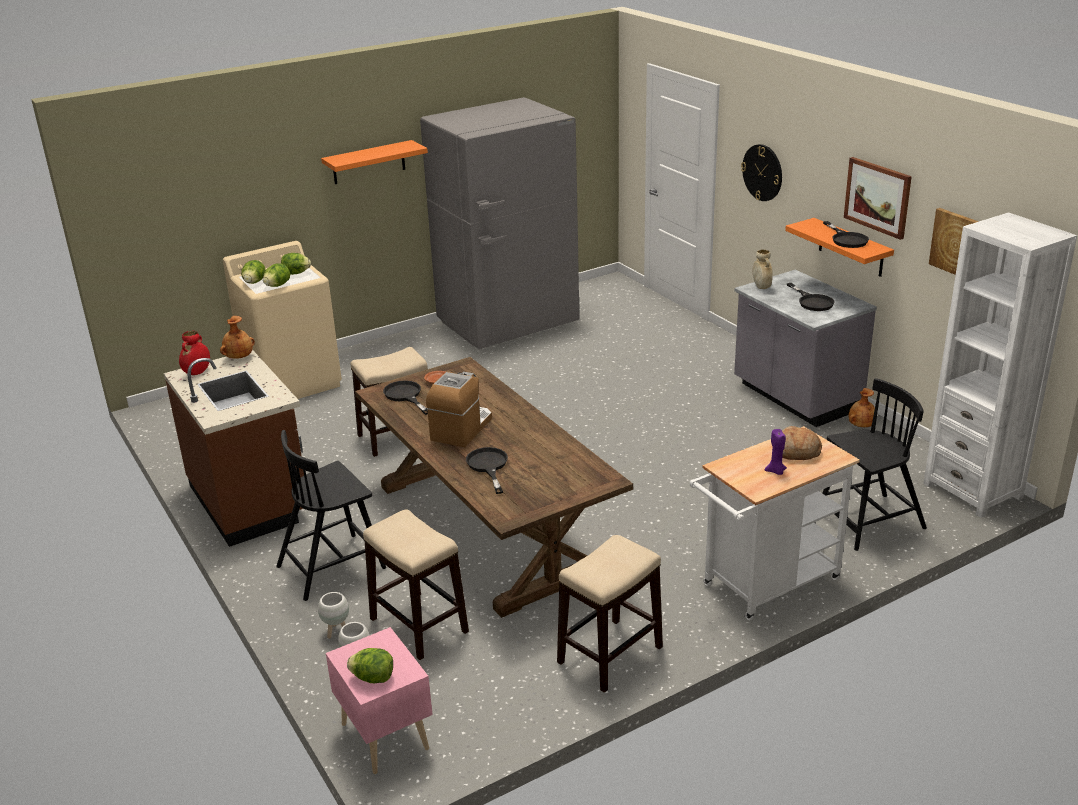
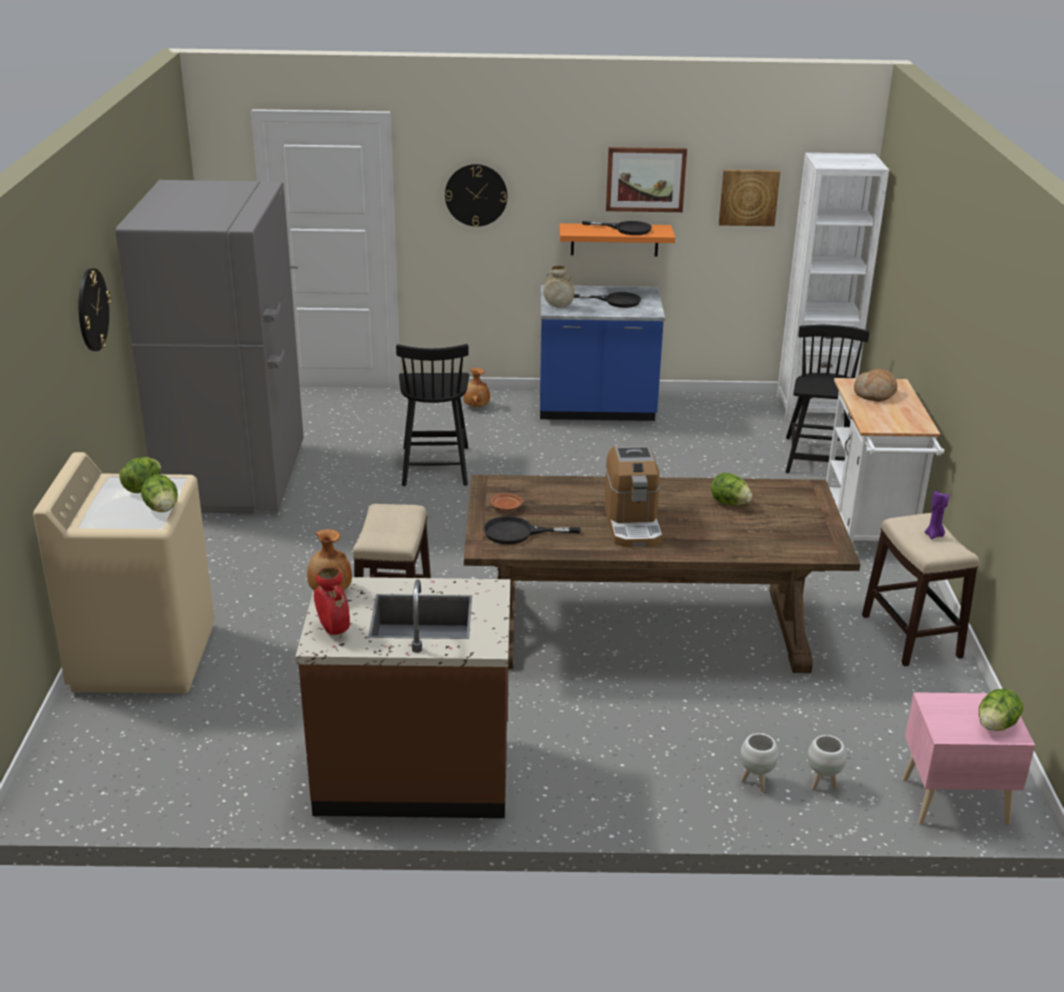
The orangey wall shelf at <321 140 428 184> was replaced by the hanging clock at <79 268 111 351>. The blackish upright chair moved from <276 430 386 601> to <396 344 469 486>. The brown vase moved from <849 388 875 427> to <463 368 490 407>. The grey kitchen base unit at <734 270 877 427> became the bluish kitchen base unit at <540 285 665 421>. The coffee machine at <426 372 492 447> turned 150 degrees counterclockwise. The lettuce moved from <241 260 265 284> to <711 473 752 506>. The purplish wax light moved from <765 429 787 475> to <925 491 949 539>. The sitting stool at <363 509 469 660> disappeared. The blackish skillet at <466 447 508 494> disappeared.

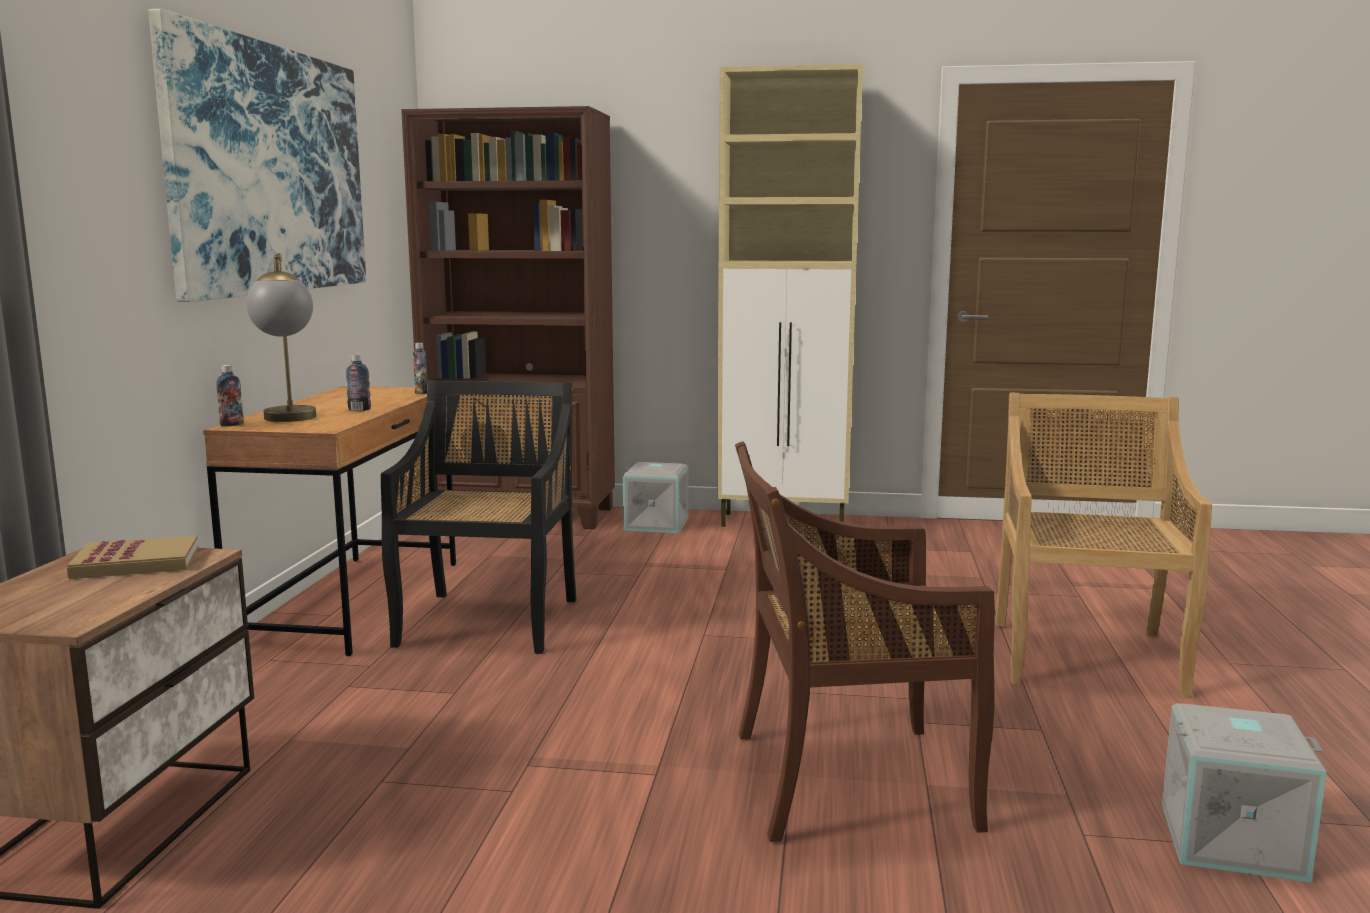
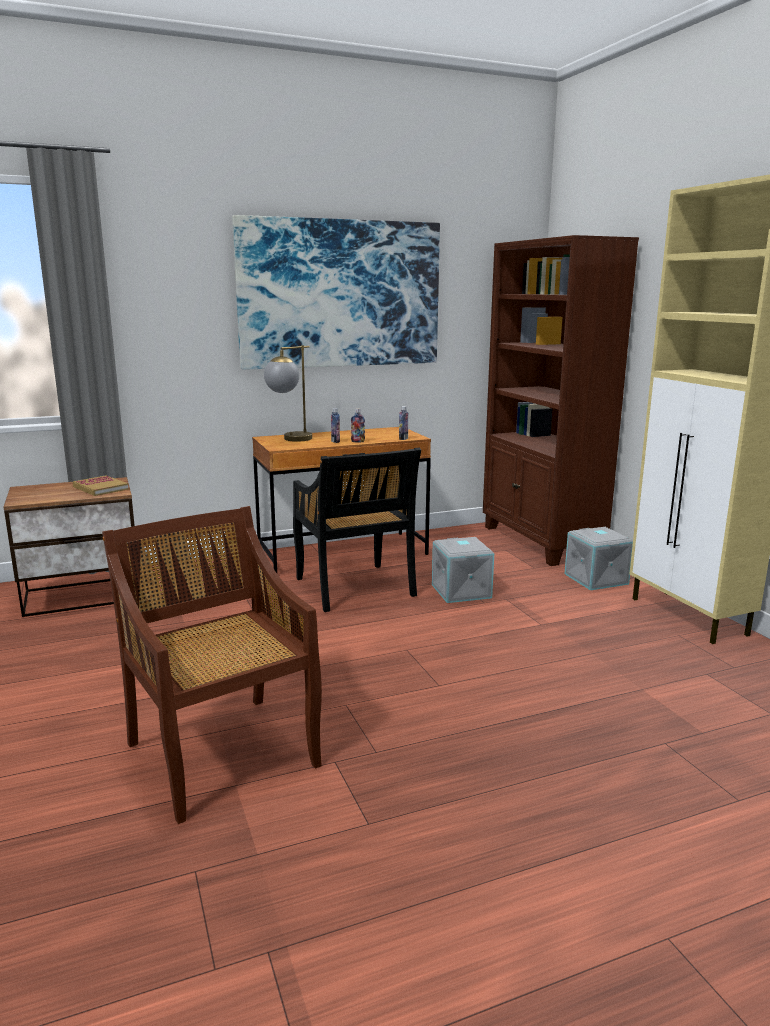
The blackish upright chair at <381 380 577 654> turned 90 degrees clockwise. The drink bottle moved from <216 365 243 427> to <351 408 365 442>. The grey storage bin moved from <1162 703 1327 883> to <432 537 494 603>. The beige-coloured upright chair at <995 393 1212 698> disappeared.

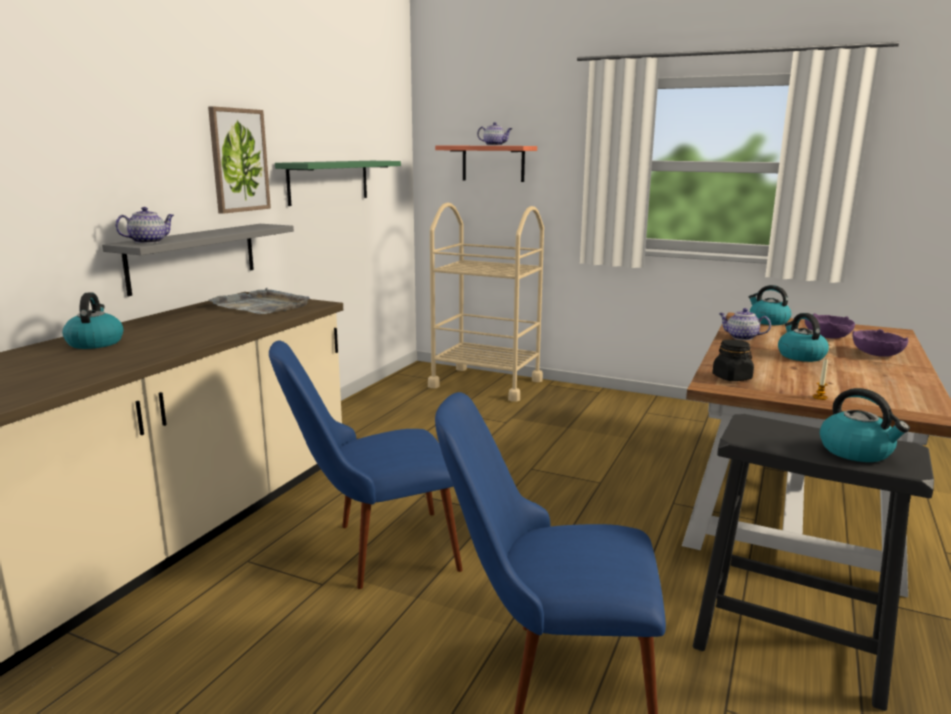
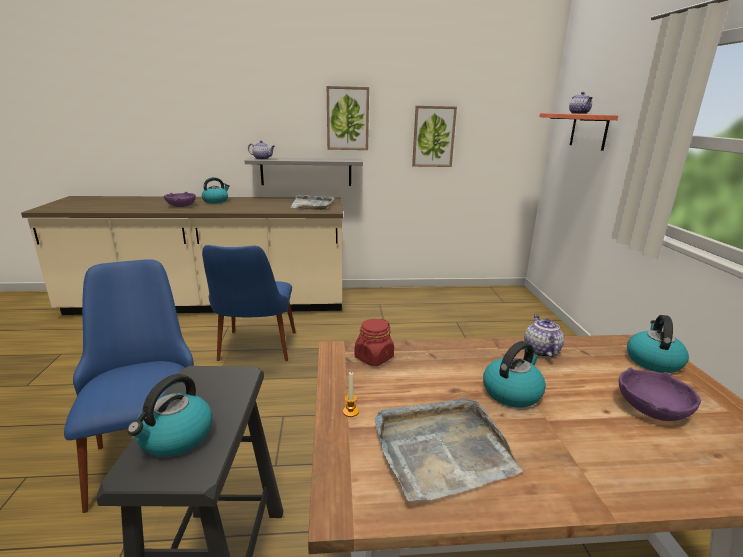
The purplish deep dish moved from <852 329 909 357> to <164 192 196 207>. The bluish upright chair at <269 341 462 589> turned 135 degrees counterclockwise. The blackish jar at <712 340 754 381> became the red-coloured jar at <355 319 394 366>. The grey carrying tray at <374 398 523 501> appeared. The greenish wall shelf at <275 161 401 206> was replaced by the picture at <412 106 457 167>. The beige-coloured cart at <428 202 544 402> disappeared.

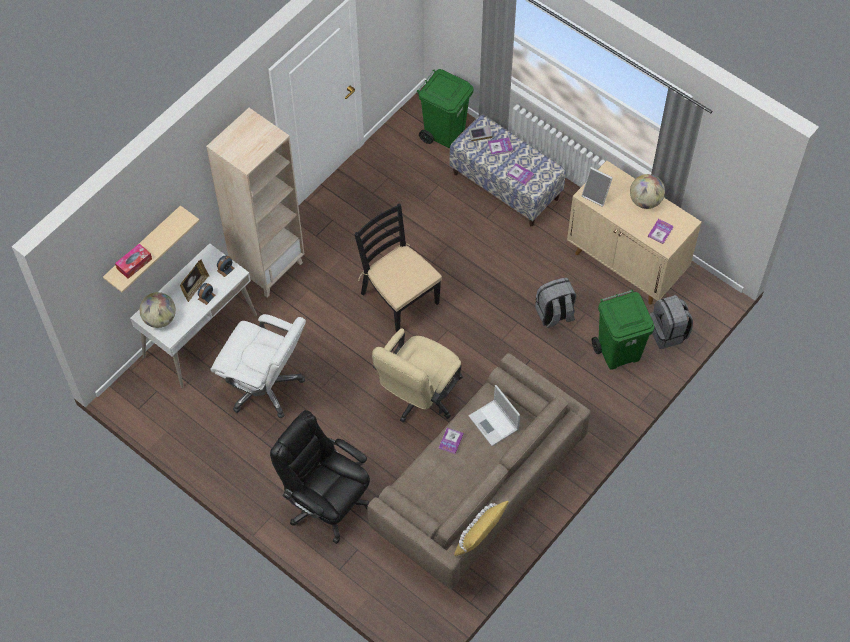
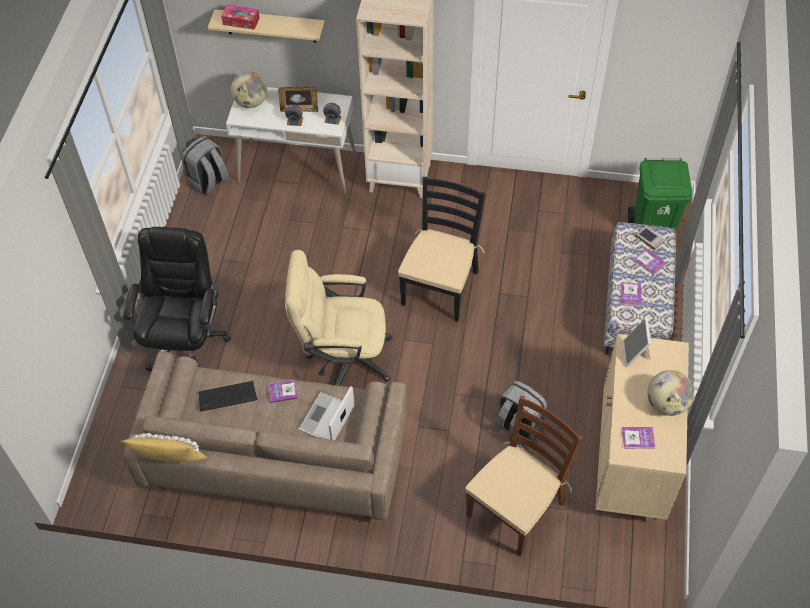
The grey knapsack moved from <650 295 693 349> to <182 136 230 195>. The keyboard at <199 381 257 411> appeared. The greenish trash can at <592 290 655 370> was replaced by the brown upright chair at <465 396 583 557>. The whitish computer chair at <210 314 306 418> disappeared.

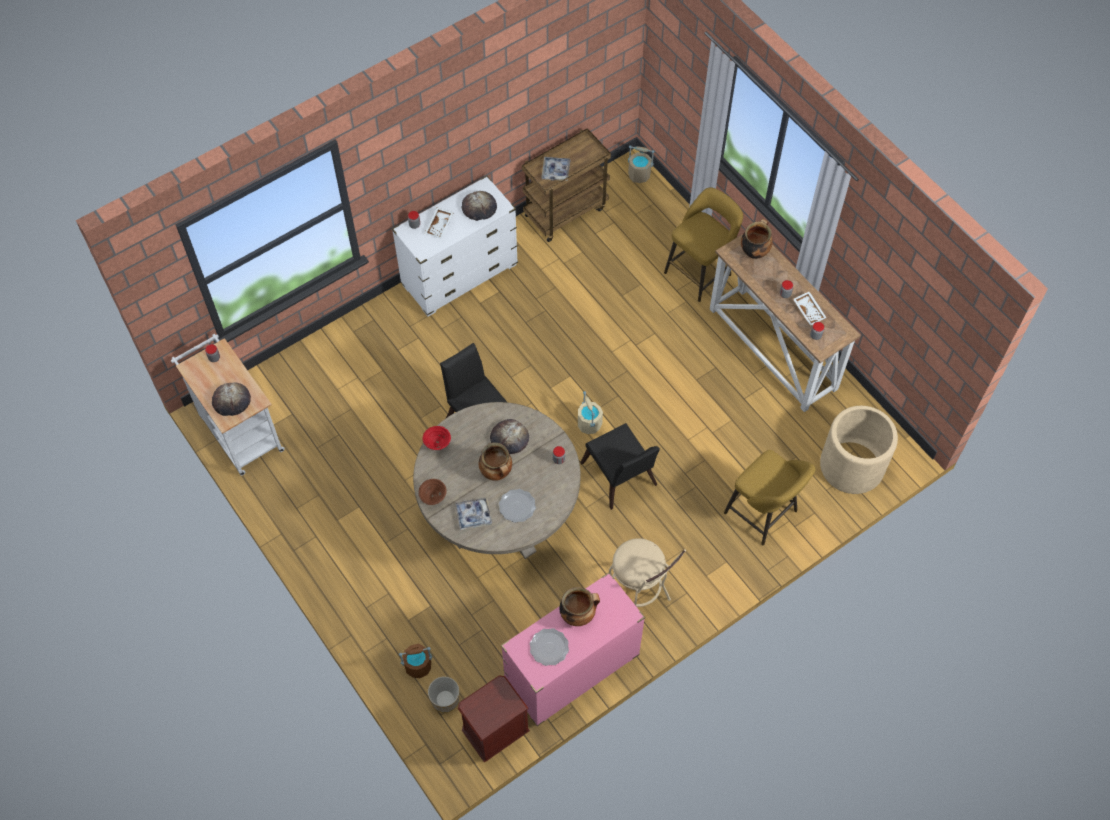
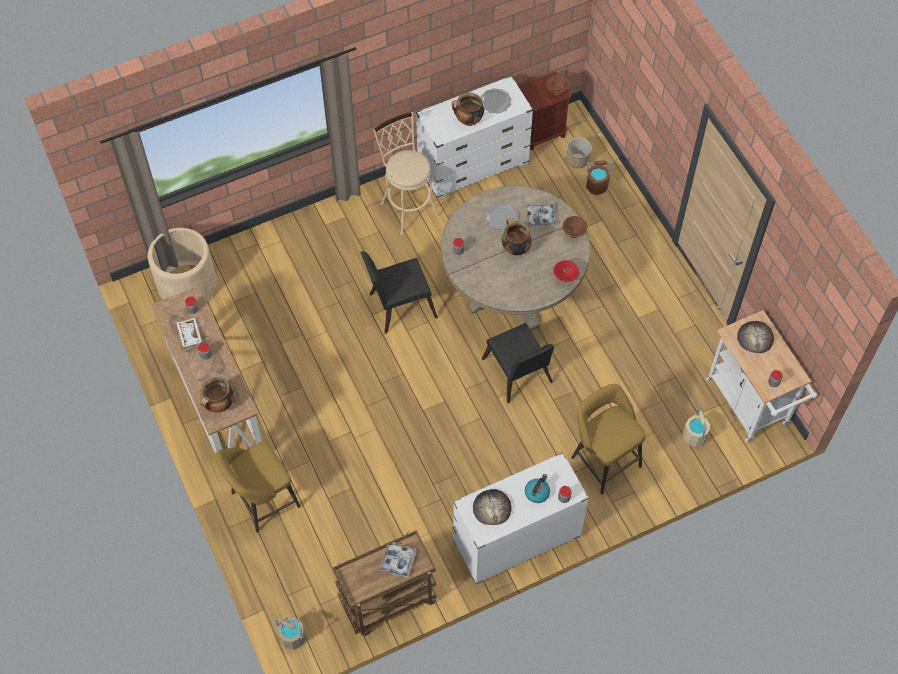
The blackish upright chair at <580 423 660 510> turned 90 degrees counterclockwise. The pink drawer chest at <501 572 645 726> became the whitish drawer chest at <416 75 533 199>. The whitish carrying tray at <424 207 454 239> was replaced by the water kettle at <525 474 550 503>. The brown deep dish at <546 74 569 96> appeared. The yellow-coloured sitting stool moved from <724 450 815 545> to <571 384 646 494>. The beige-coloured pail moved from <578 391 603 434> to <682 405 710 447>. The baked bread at <490 419 529 454> disappeared.

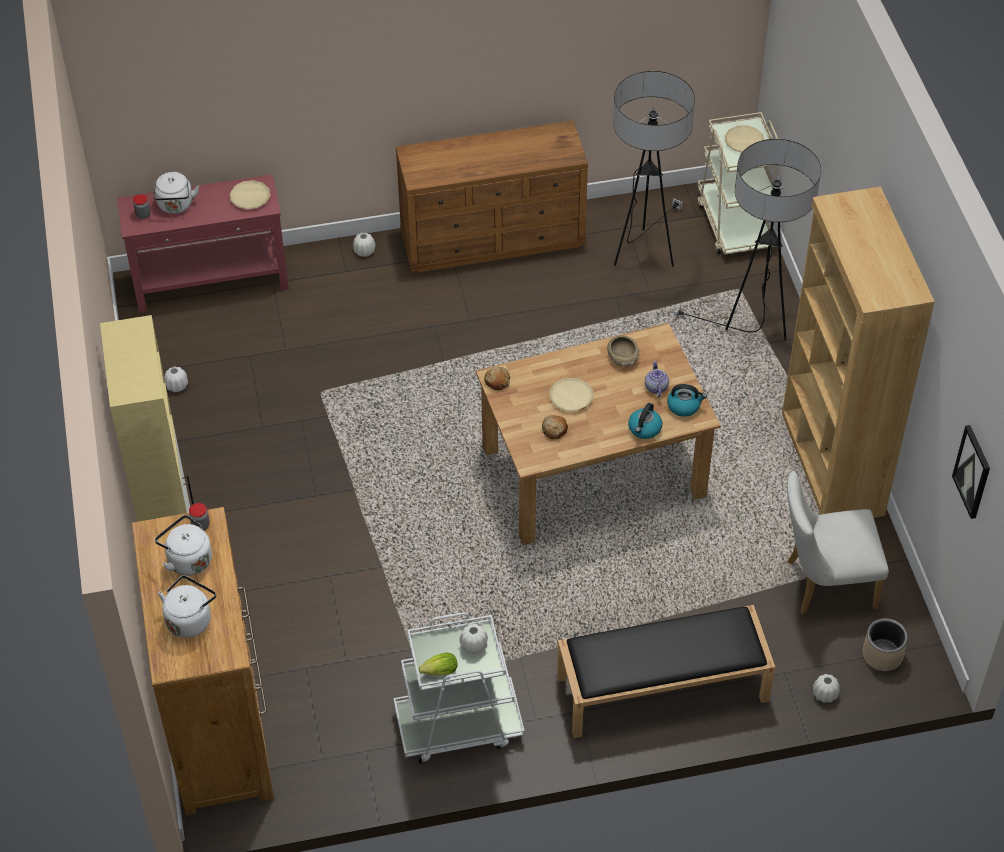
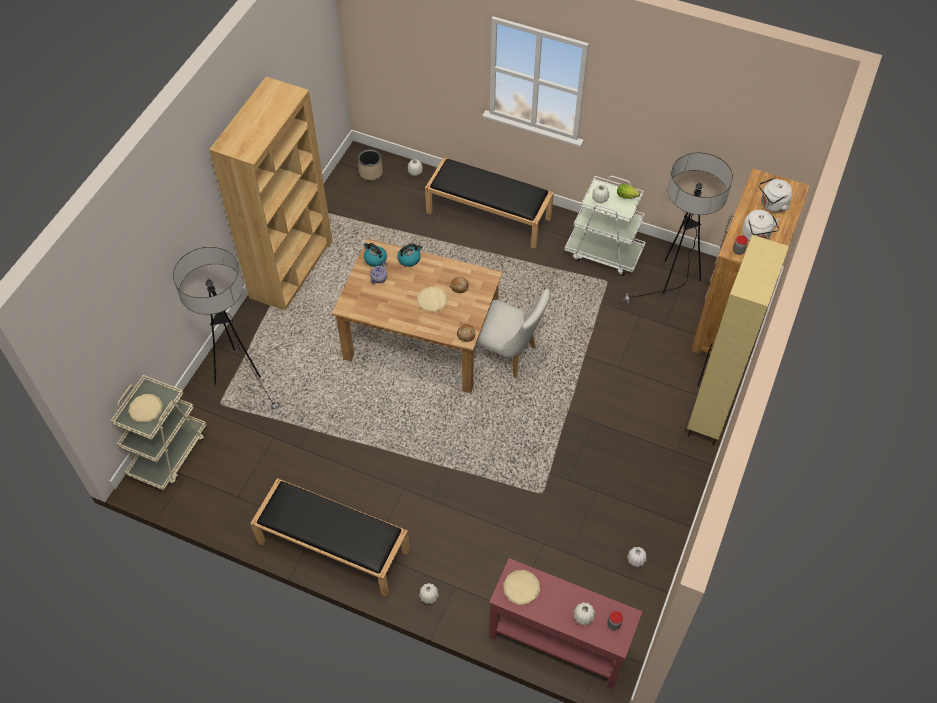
The brown drawer chest at <396 120 588 272> was replaced by the blackish bench at <250 478 410 597>. The whitish upright chair moved from <787 471 889 614> to <474 289 550 378>. The whitish water kettle at <153 172 199 214> was replaced by the whitish vase at <573 602 595 626>. The floor lamp moved from <613 71 695 267> to <622 153 733 304>. The beige-coloured deep dish at <607 335 639 367> disappeared. The picture at <952 425 990 519> disappeared.

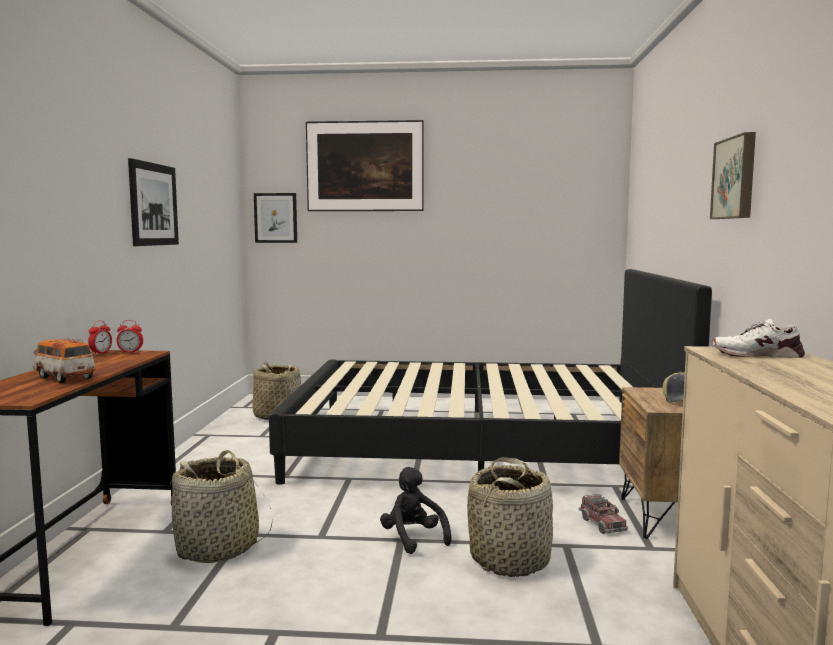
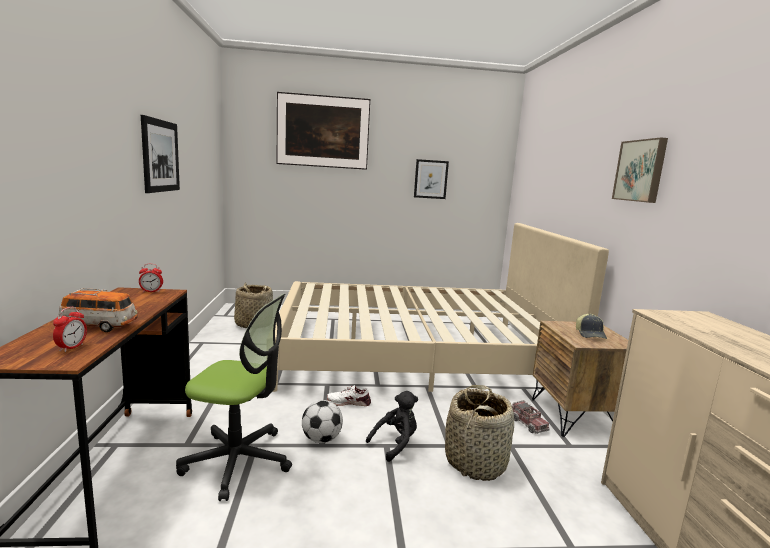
The table clock moved from <88 321 112 355> to <53 307 87 352>. The model car at <33 338 96 383> turned 150 degrees clockwise. The storage basket at <169 450 273 563> was replaced by the computer chair at <176 294 292 501>. The blackish sleeping bed at <269 269 712 485> became the beige-coloured sleeping bed at <272 223 609 392>. The football at <302 400 343 443> appeared. The whitish shoe moved from <712 319 805 358> to <327 385 371 406>. The blackish soft toy at <380 467 451 554> turned 90 degrees clockwise. The picture moved from <254 193 297 243> to <414 159 449 199>.

